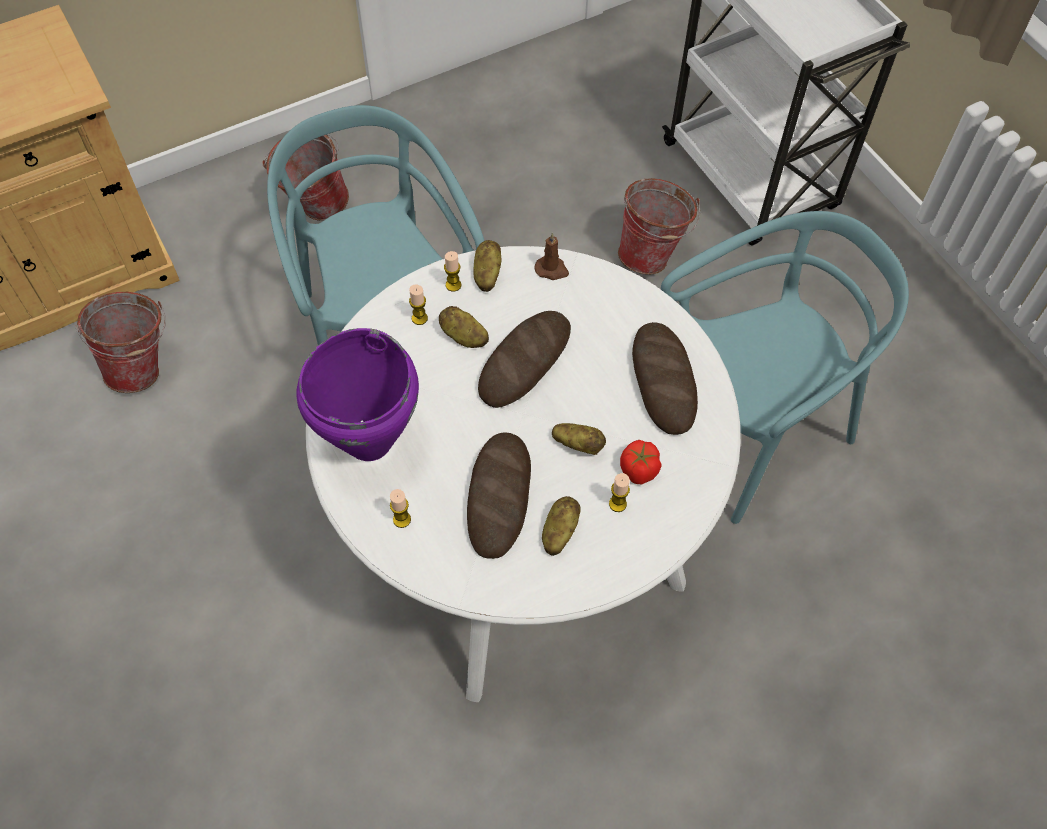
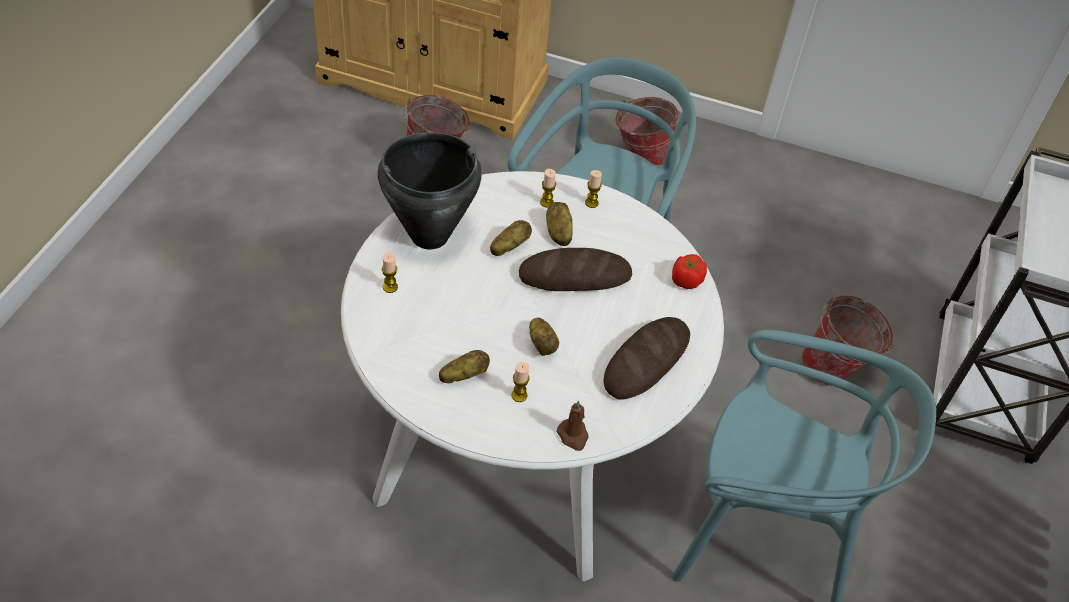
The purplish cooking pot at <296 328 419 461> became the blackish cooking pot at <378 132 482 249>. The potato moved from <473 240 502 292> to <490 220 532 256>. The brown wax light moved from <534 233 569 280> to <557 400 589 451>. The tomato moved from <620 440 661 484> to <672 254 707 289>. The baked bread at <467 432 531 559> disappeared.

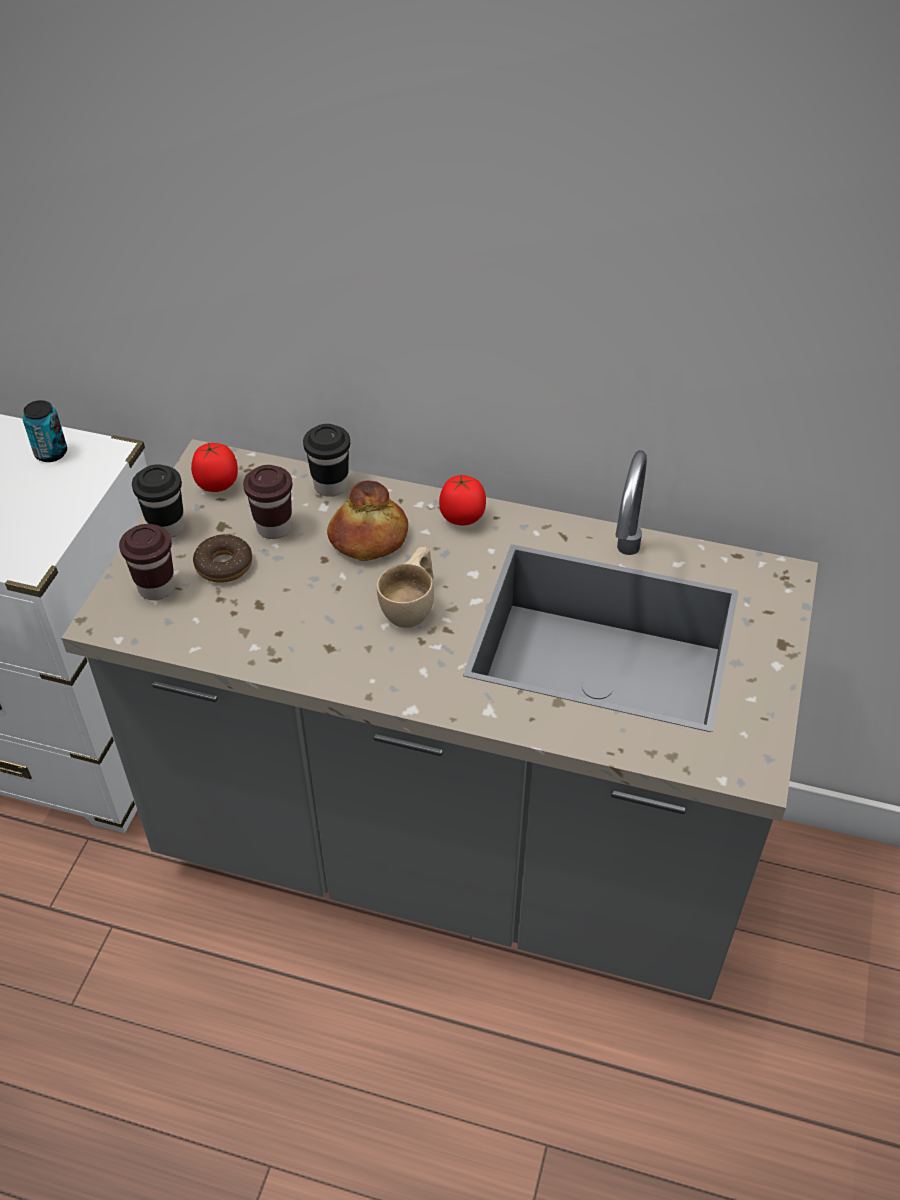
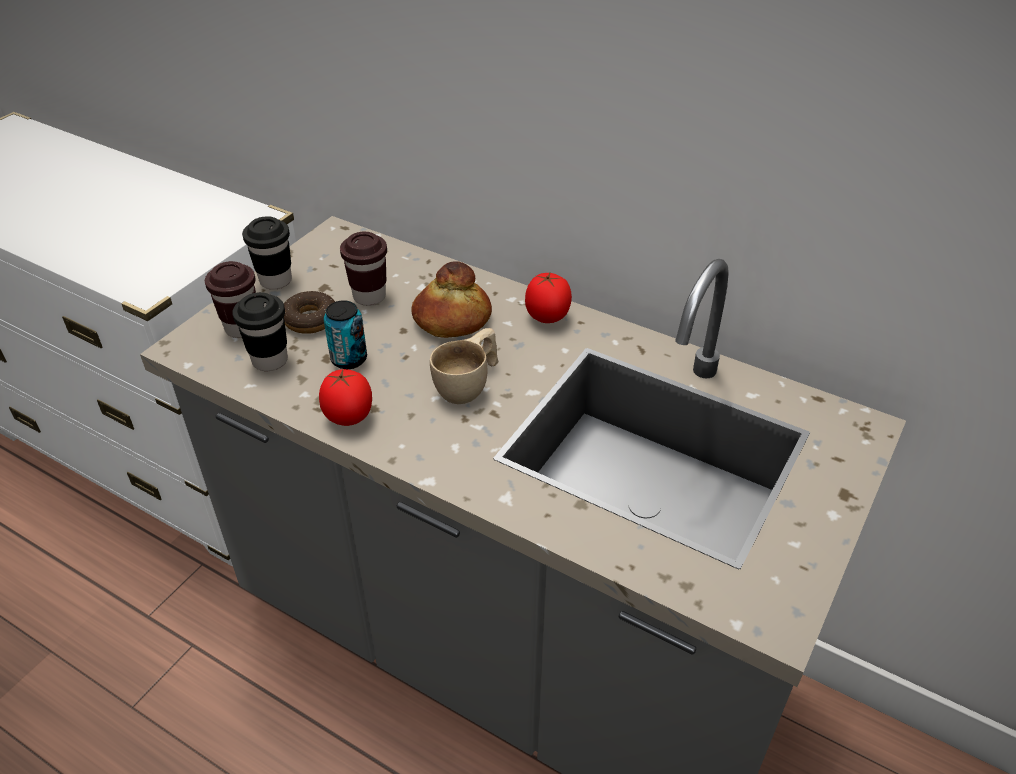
The blackish cup moved from <303 424 350 497> to <232 292 288 371>. The tomato moved from <191 443 238 492> to <319 369 372 426>. The can moved from <23 400 67 462> to <323 300 367 369>.

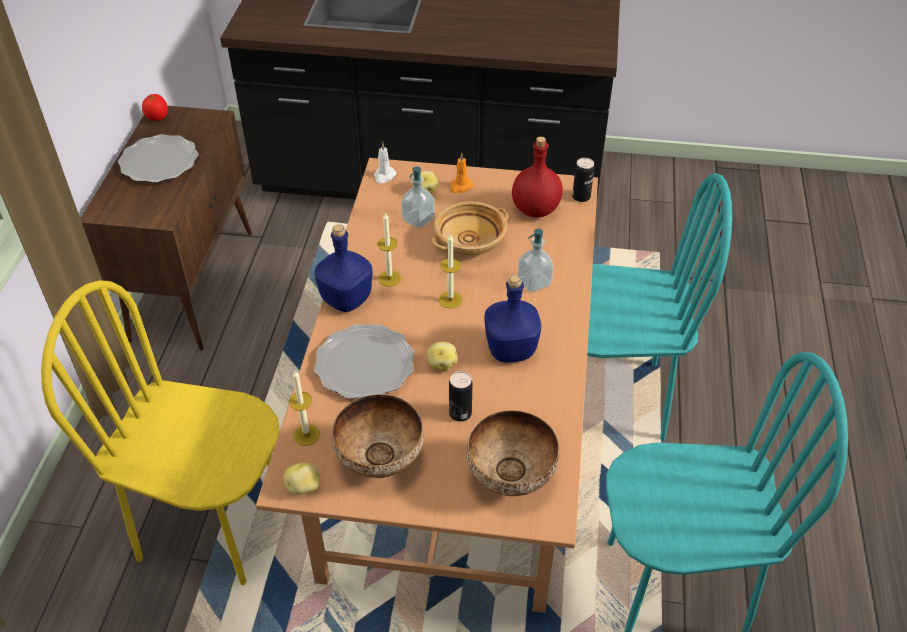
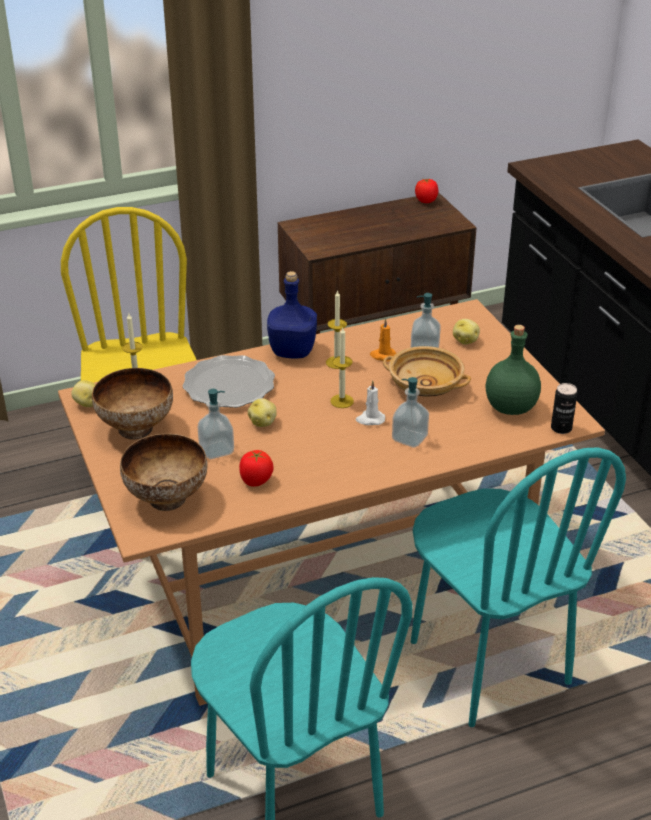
The can at <449 371 472 421> was replaced by the liquid soap bottle at <198 389 234 459>. The tomato at <239 450 274 487> appeared. The whitish wax light moved from <374 142 396 184> to <356 380 385 425>. The orangey wax light moved from <450 153 473 193> to <370 318 397 362>. The red-coloured drink bottle at <512 137 563 218> became the greenish drink bottle at <485 325 541 415>. The plate at <118 134 199 183> disappeared. The bluish drink bottle at <484 275 541 363> disappeared.

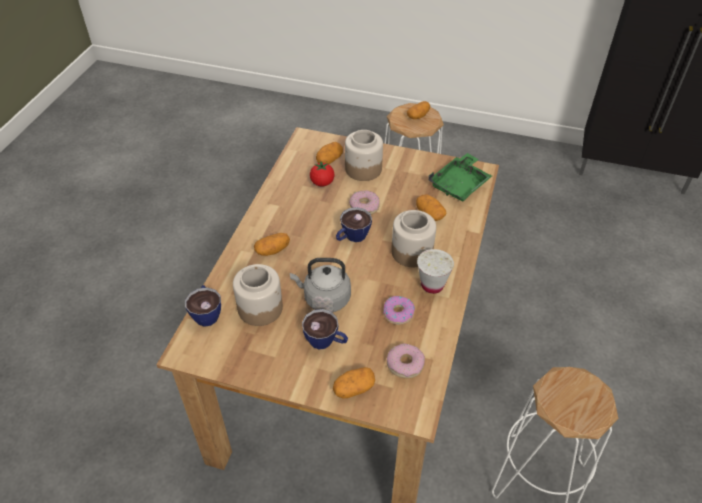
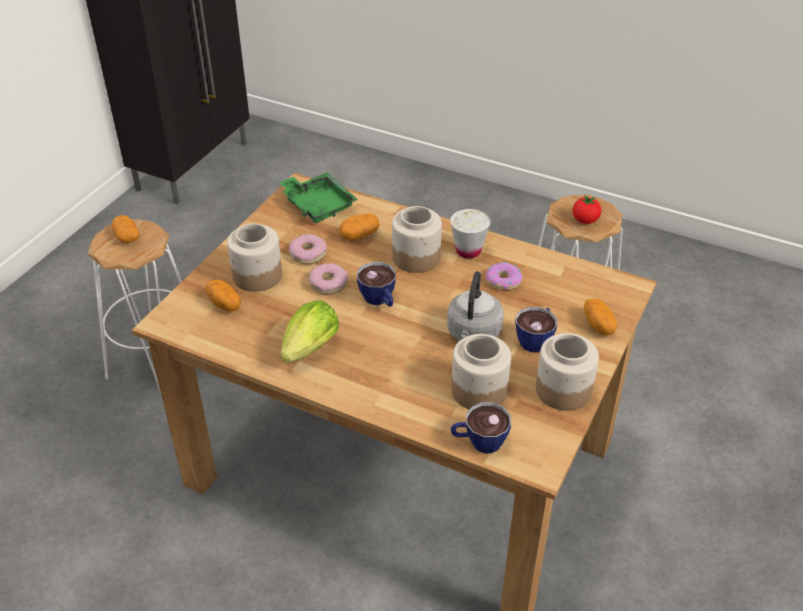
The lettuce at <280 300 339 363> appeared. The doughnut moved from <387 343 425 378> to <289 234 326 264>. The jar at <536 333 599 411> appeared. The tomato moved from <310 161 335 187> to <572 195 601 224>. The potato at <254 233 290 256> disappeared.

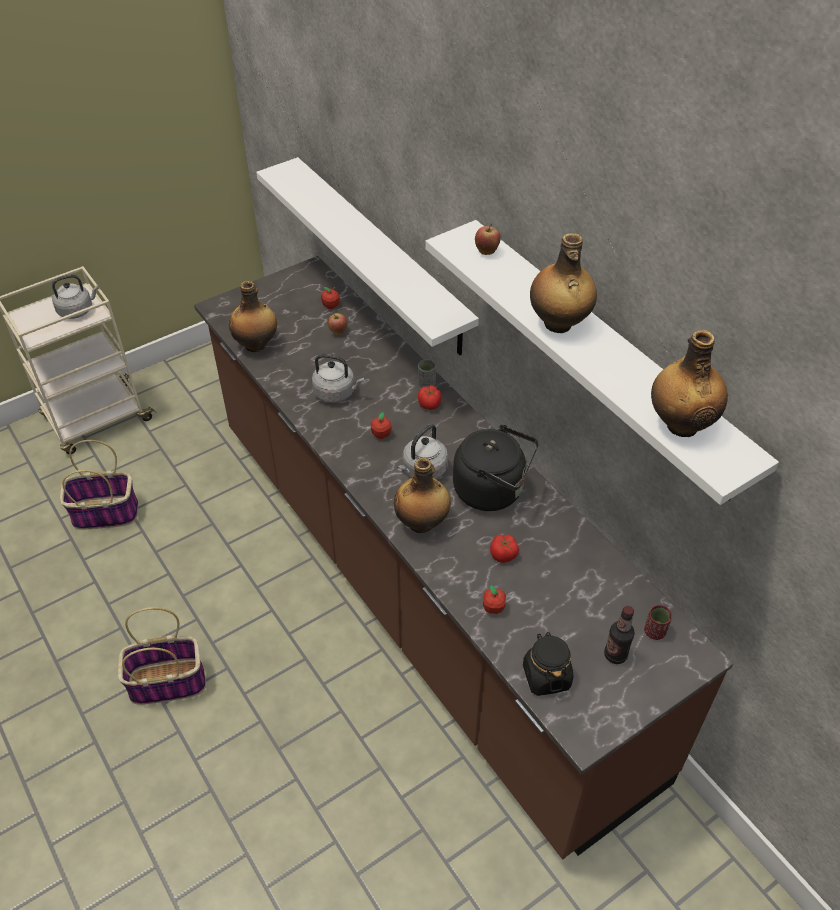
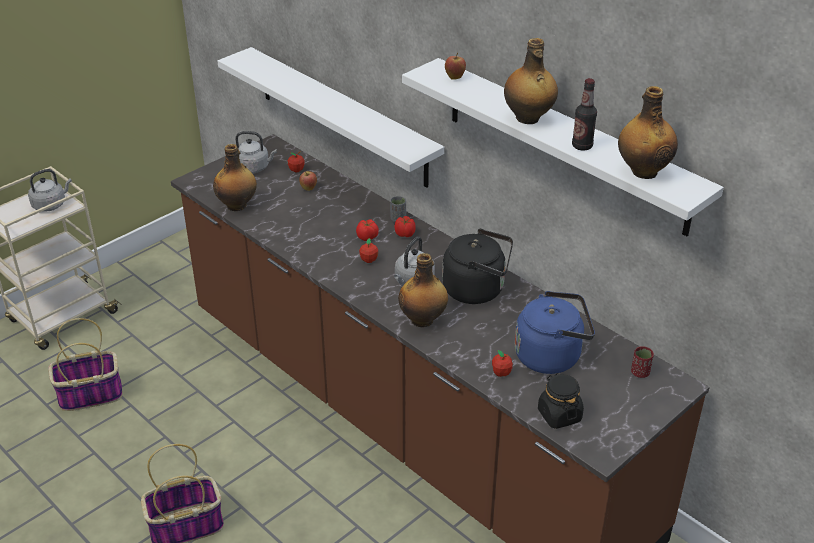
The grey water kettle moved from <312 354 364 403> to <235 131 277 173>. The tomato moved from <490 534 519 563> to <356 219 379 241>. The bluish water kettle at <515 291 595 374> appeared. The drink bottle moved from <604 606 635 664> to <572 78 597 151>.

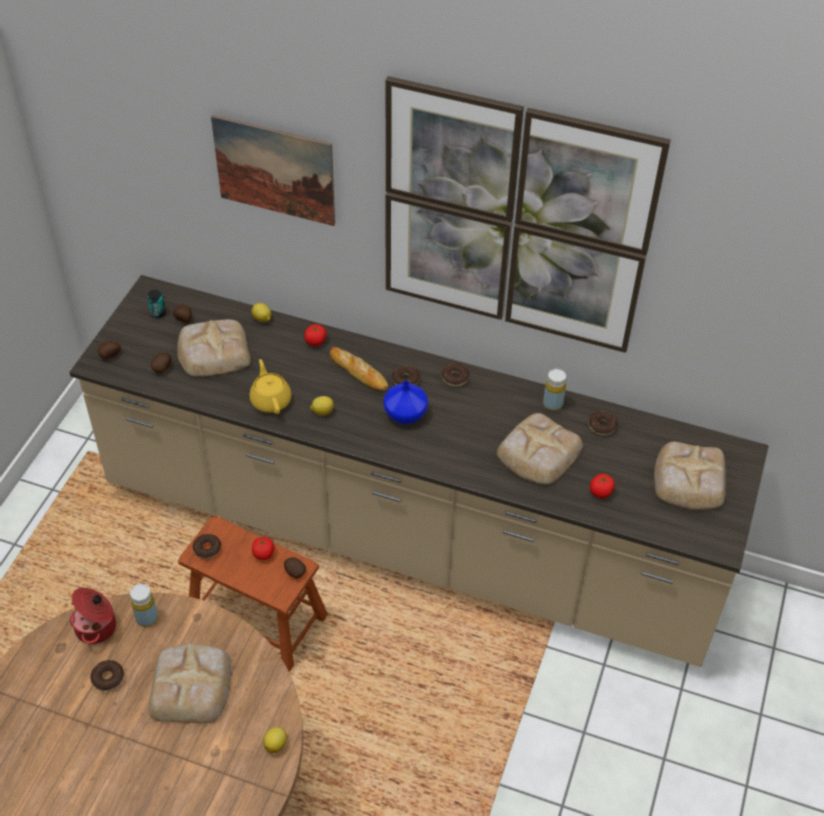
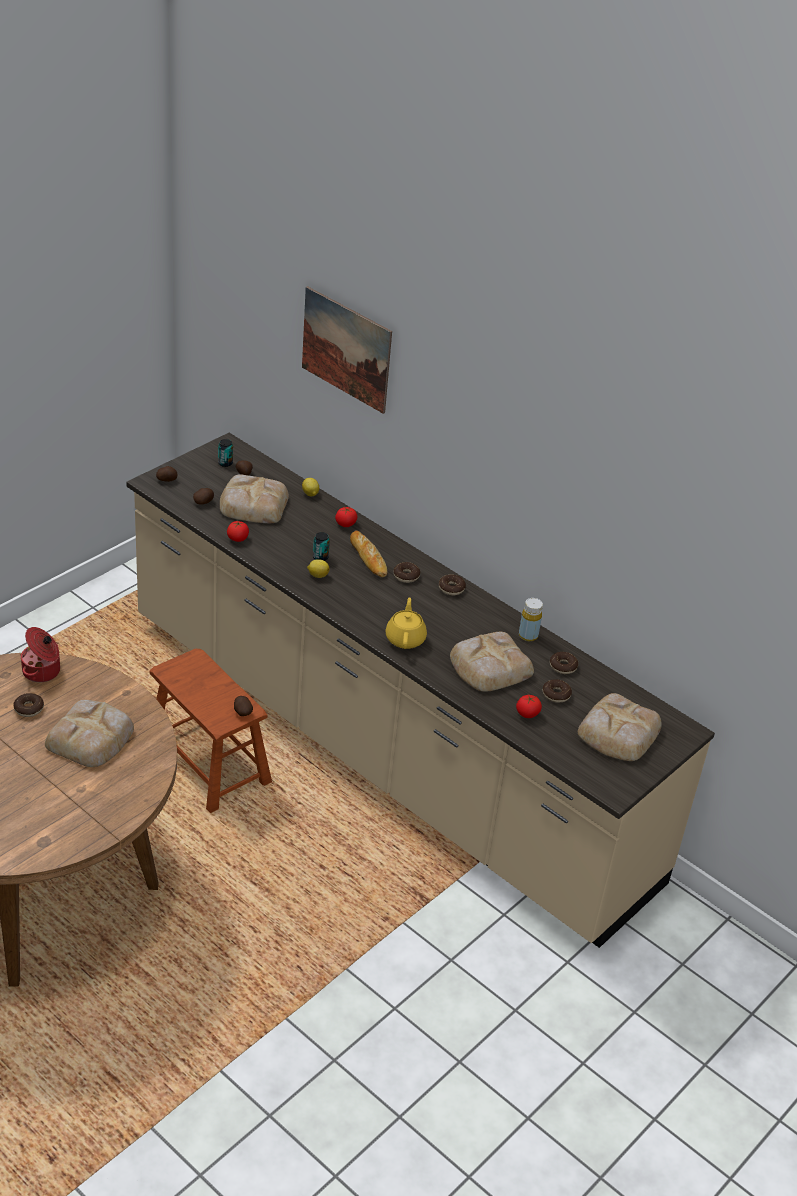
The tomato moved from <252 537 274 560> to <227 521 249 542>. The can at <313 532 330 561> appeared. The yellow-coloured pot for tea moved from <249 359 292 414> to <385 597 427 649>. The doughnut moved from <193 534 221 559> to <543 679 572 703>. The yellow-coloured drink bottle at <130 584 158 627> disappeared. The lemon at <263 727 287 753> disappeared. The bluish vase at <383 381 428 424> disappeared. The picture at <386 76 671 353> disappeared.

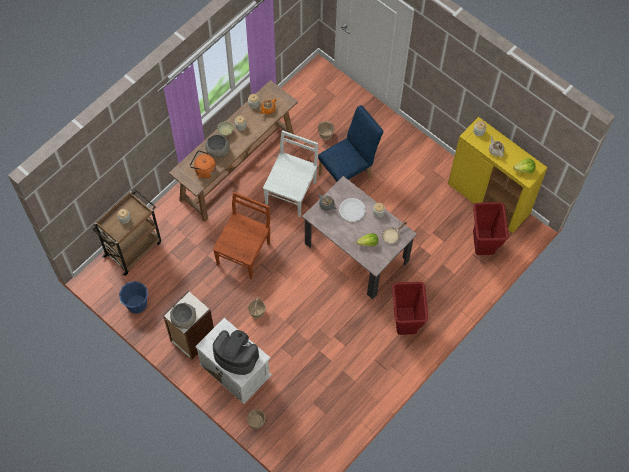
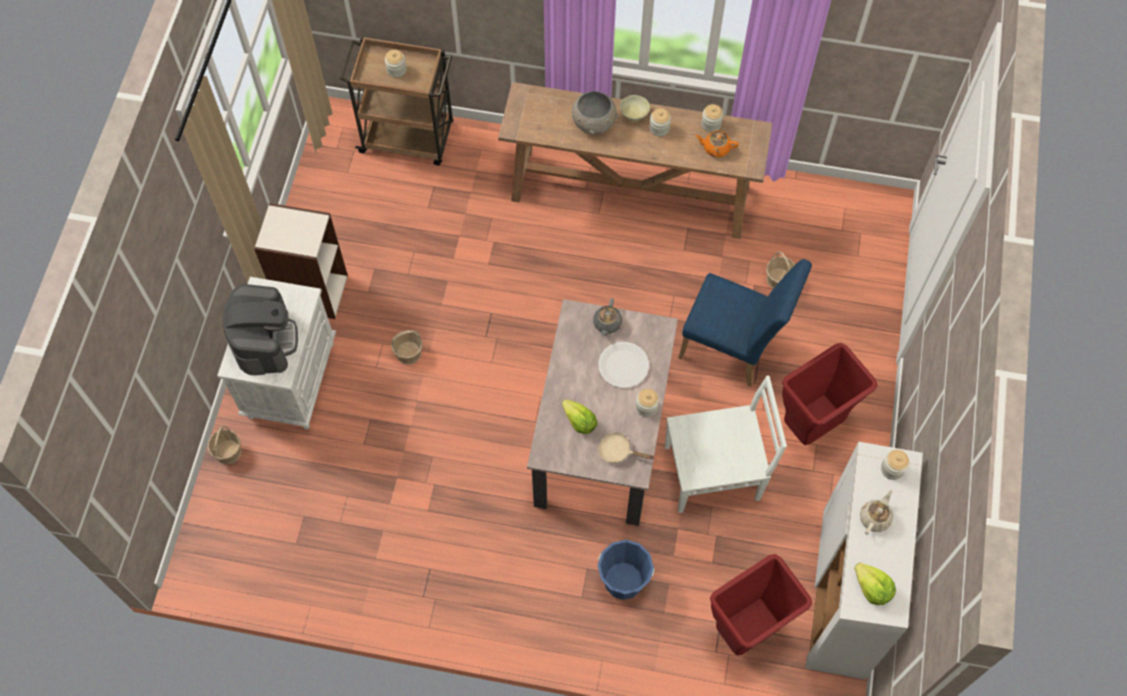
The bluish pail moved from <119 281 148 314> to <598 540 655 600>. The whitish upright chair moved from <263 130 318 217> to <665 376 787 513>. The red-coloured trash can moved from <392 282 428 335> to <782 343 877 445>. The yellow-coloured cabinet at <448 117 548 233> became the whitish cabinet at <805 442 923 680>. The grey deep dish at <170 302 196 329> disappeared. The orangey water kettle at <190 150 216 178> disappeared. The brown upright chair at <213 192 270 279> disappeared.

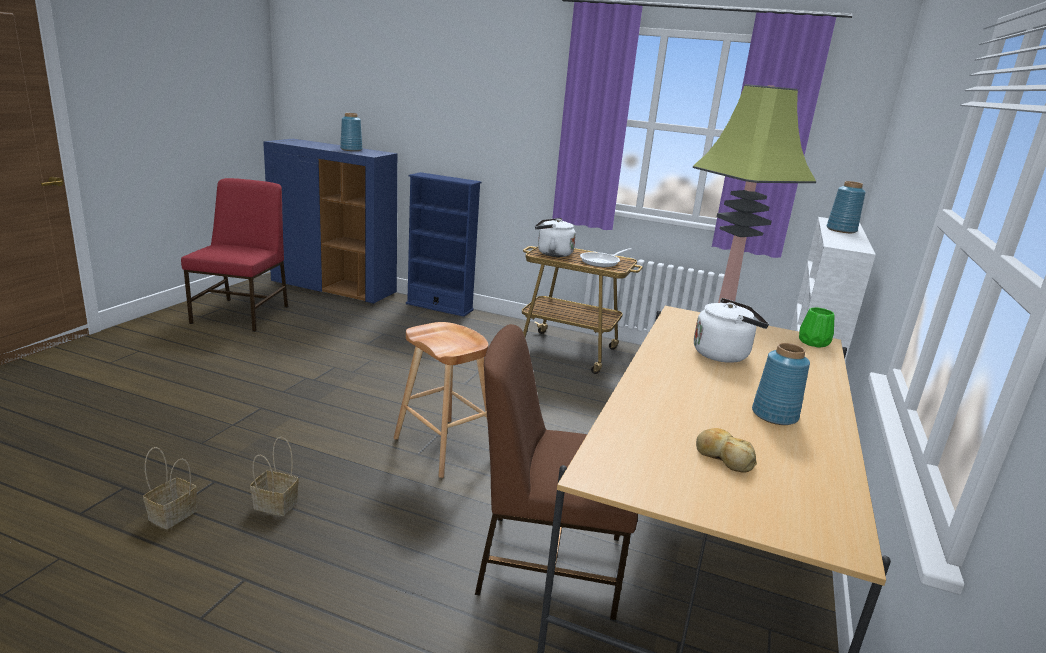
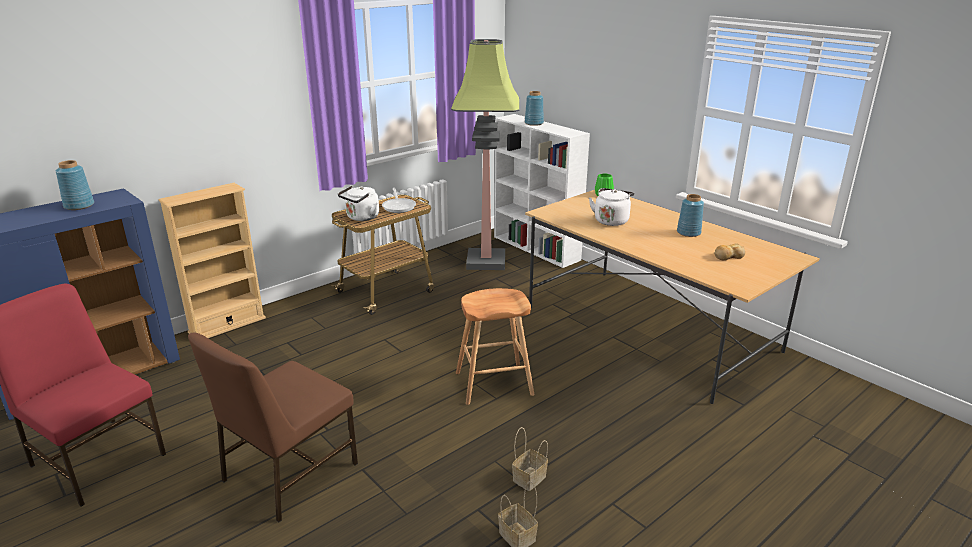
The bluish bookshelf at <406 172 481 317> became the beige-coloured bookshelf at <158 183 266 338>. The brown upright chair moved from <475 324 638 621> to <188 332 358 522>.

